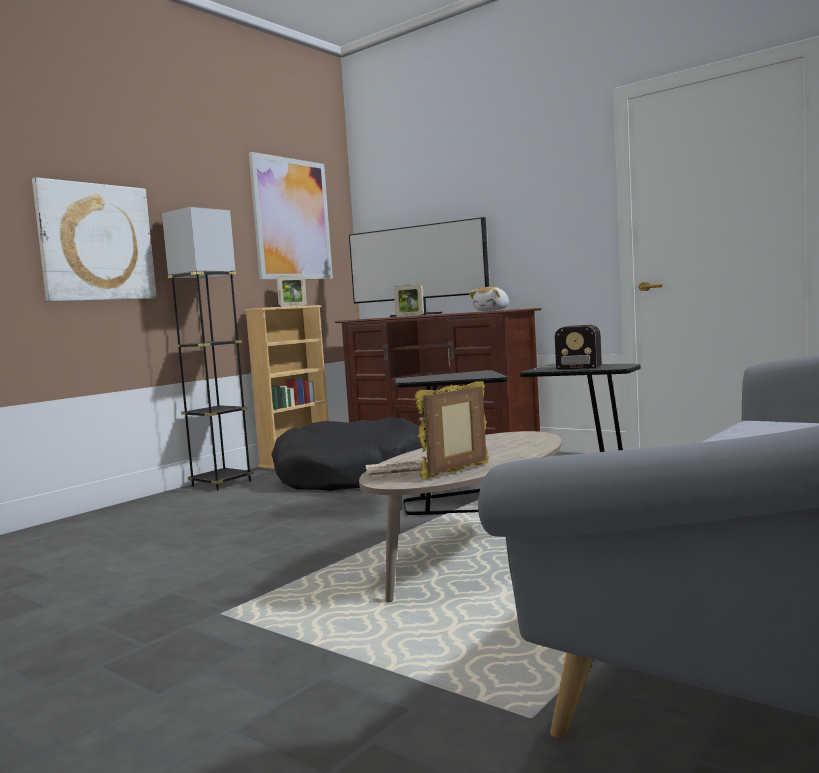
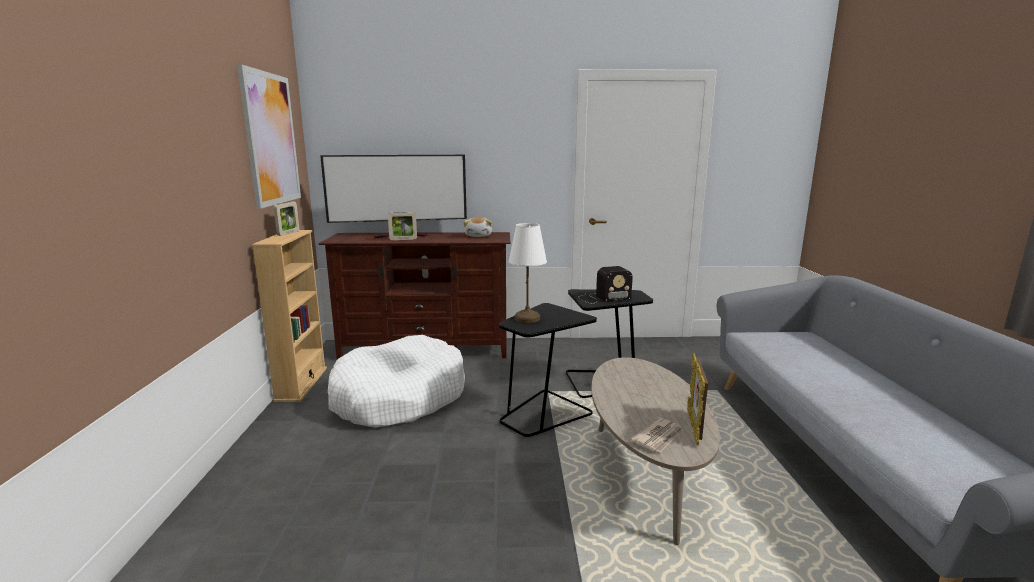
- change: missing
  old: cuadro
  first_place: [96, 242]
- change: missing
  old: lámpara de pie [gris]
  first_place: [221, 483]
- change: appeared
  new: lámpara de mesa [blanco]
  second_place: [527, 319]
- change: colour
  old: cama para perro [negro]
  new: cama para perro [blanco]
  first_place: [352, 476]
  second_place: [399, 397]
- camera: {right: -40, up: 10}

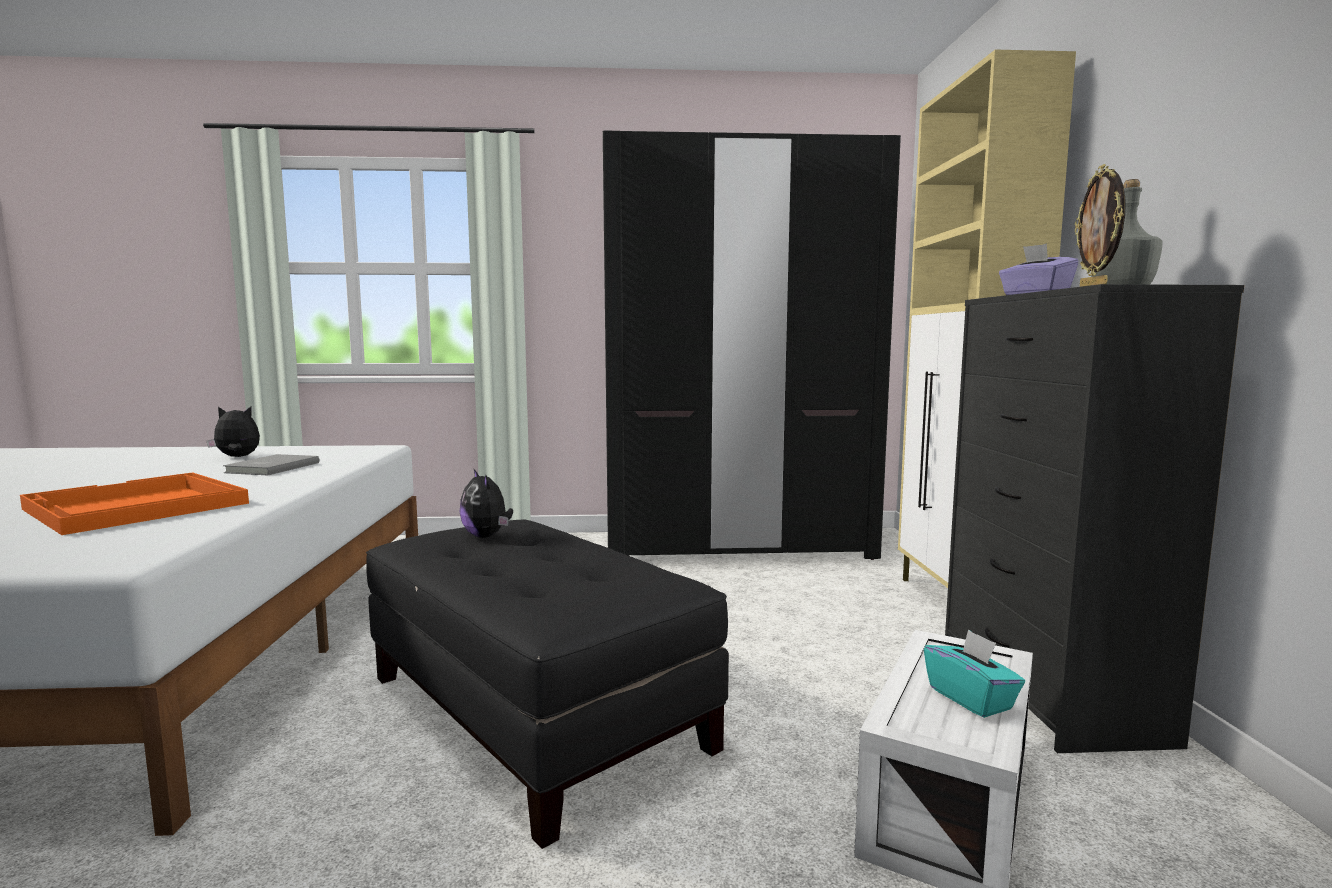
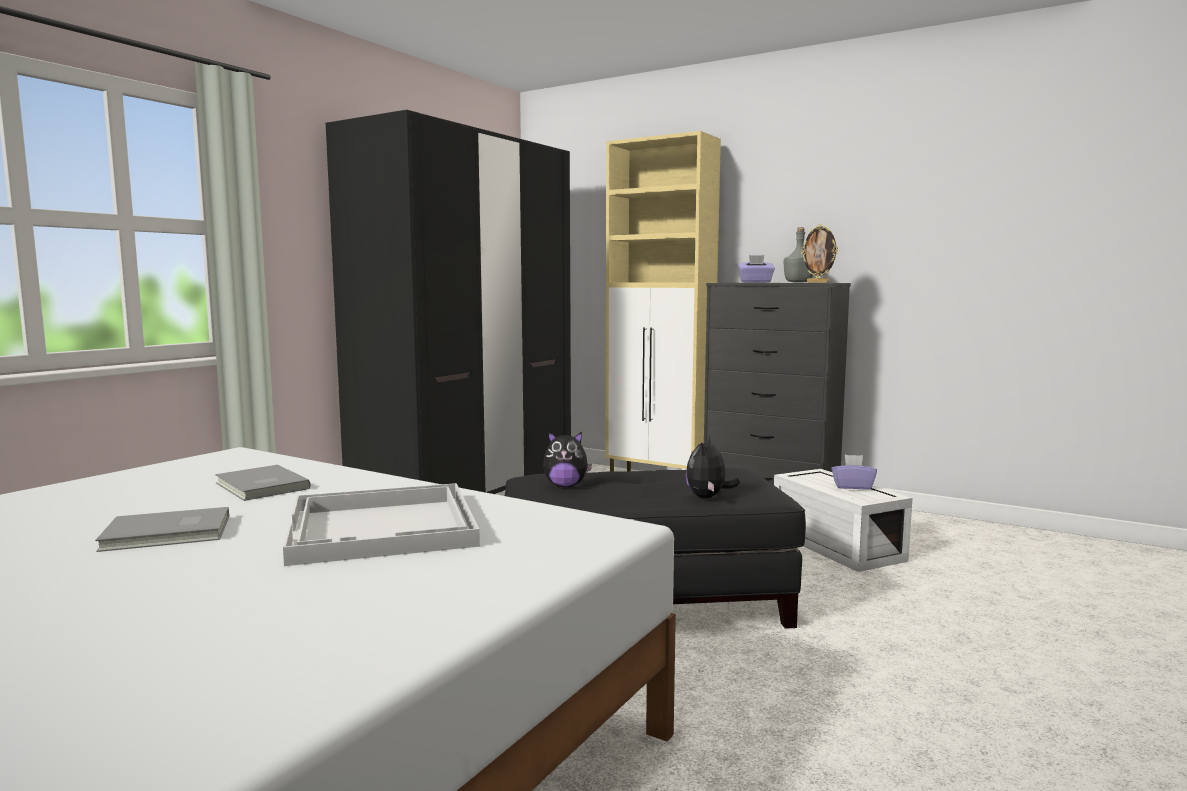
- change: appeared
  new: libro [gris]
  second_place: [169, 534]
- change: relocated
  old: peluche
  first_place: [237, 457]
  second_place: [708, 497]
- change: colour
  old: bandeja [naranja]
  new: bandeja [blanco]
  first_place: [136, 507]
  second_place: [384, 527]
- change: colour
  old: caja de pañuelos [turquesa]
  new: caja de pañuelos [morado]
  first_place: [971, 698]
  second_place: [852, 486]
- camera: {right: -55, up: 0}

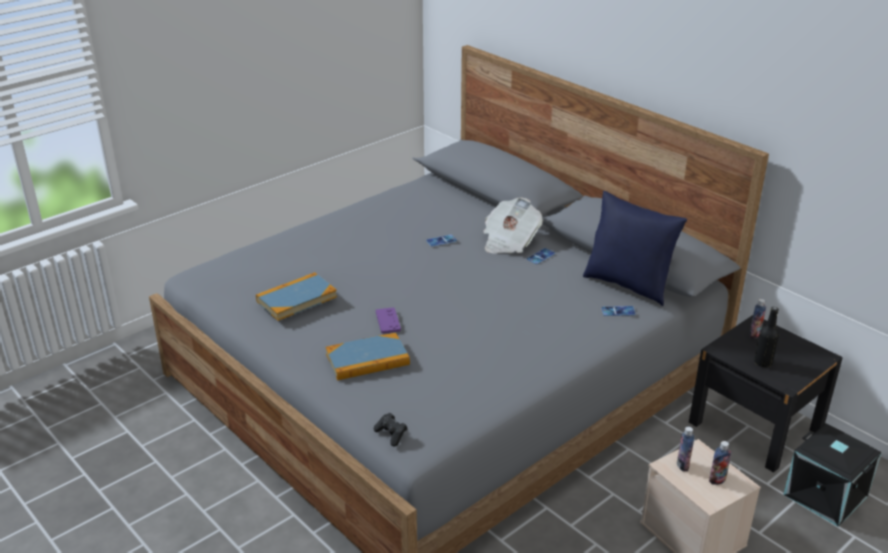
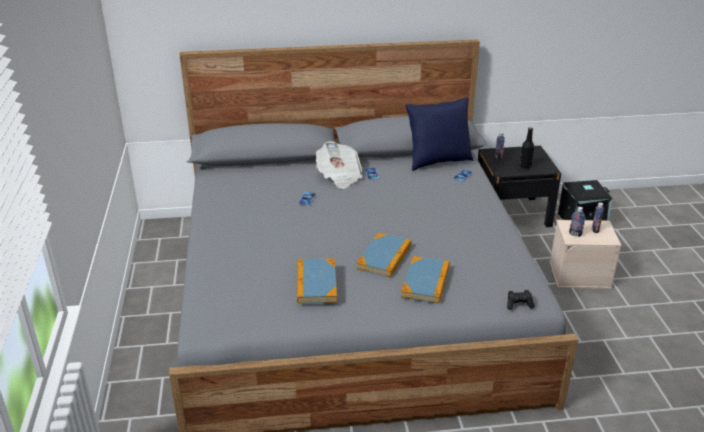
- change: exchanged
  old: mando de consola [morado]
  new: libro
  first_place: [388, 321]
  second_place: [384, 257]
- camera: {right: -55, up: 0}

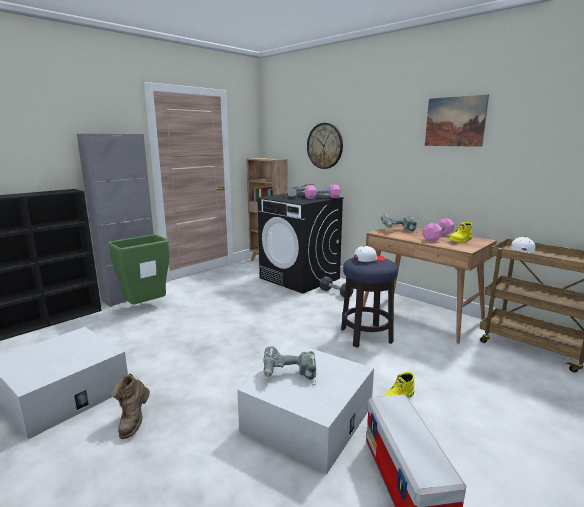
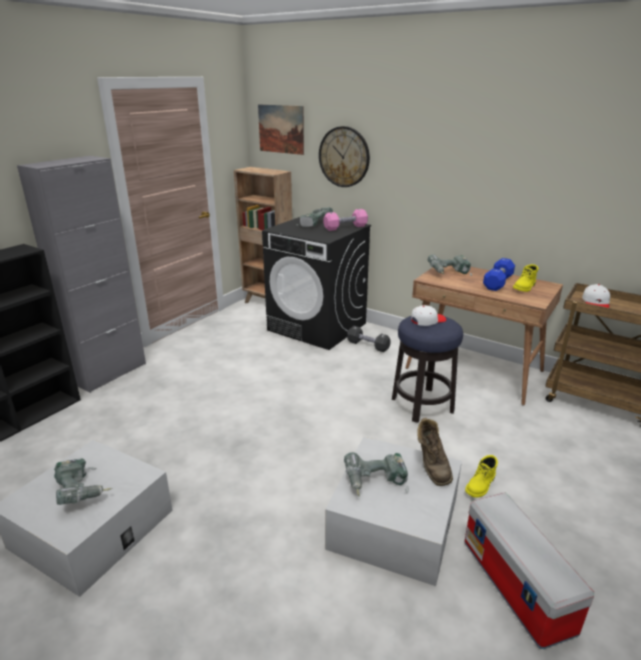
- change: missing
  old: papelera [verde]
  first_place: [146, 307]
- change: appeared
  new: taladro
  second_place: [82, 491]
- change: relocated
  old: bota [marrón]
  first_place: [134, 421]
  second_place: [432, 467]
- change: relocated
  old: cuadro
  first_place: [455, 121]
  second_place: [281, 129]
- change: colour
  old: mancuerna [rosa]
  new: mancuerna [azul]
  first_place: [437, 237]
  second_place: [497, 283]
- camera: {right: -10, up: 10}

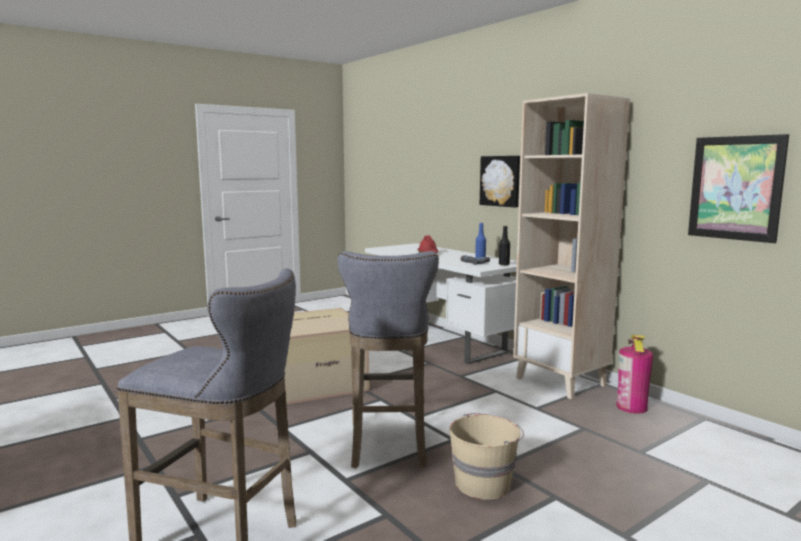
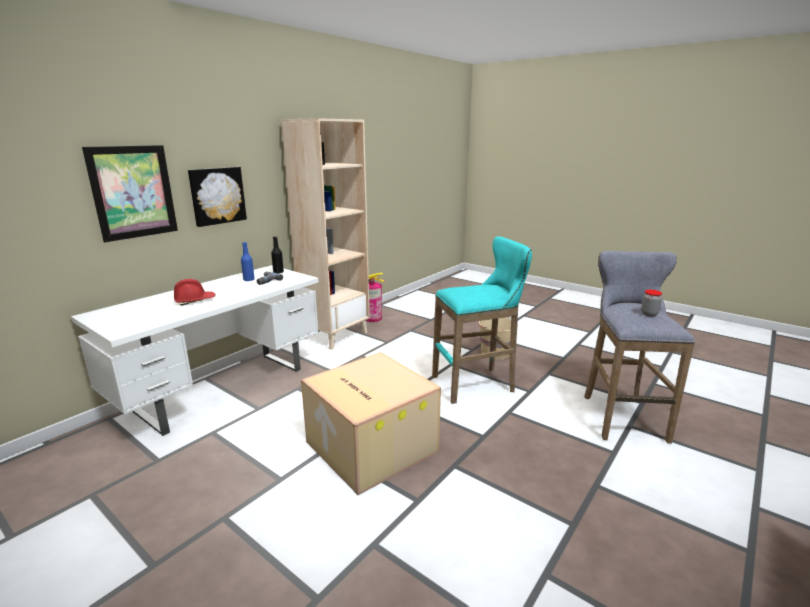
- change: appeared
  new: tarro
  second_place: [649, 314]
- change: relocated
  old: cuadro
  first_place: [735, 188]
  second_place: [133, 192]
- change: colour
  old: taburete [gris]
  new: taburete [turquesa]
  first_place: [388, 446]
  second_place: [477, 384]
- camera: {right: -105, up: 10}

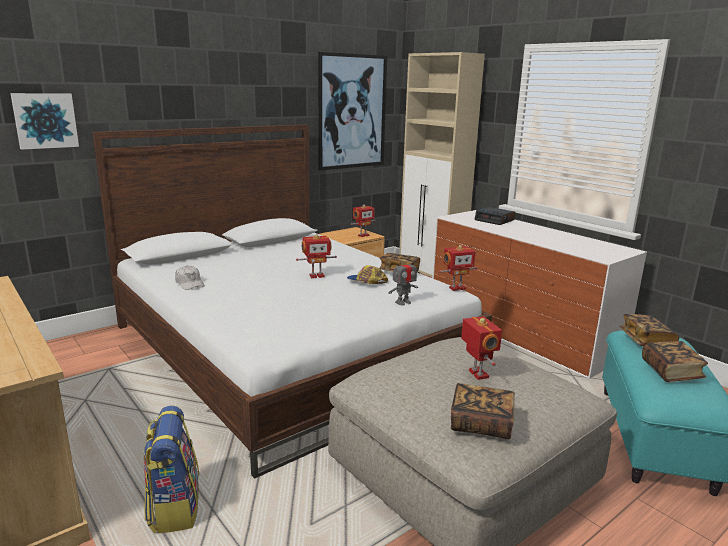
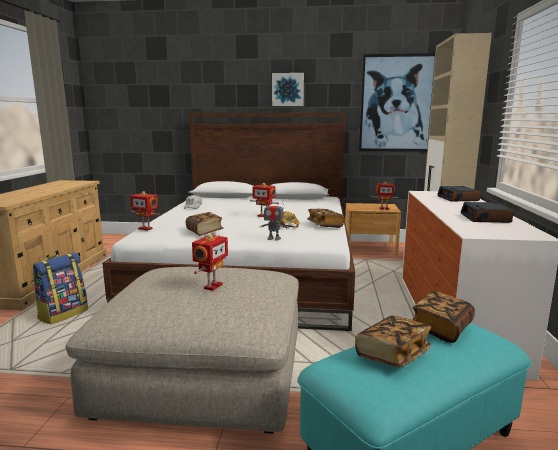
- change: appeared
  new: despertador
  second_place: [485, 218]
- change: relocated
  old: cuadro
  first_place: [45, 120]
  second_place: [288, 89]
- change: relocated
  old: robot de juguete
  first_place: [456, 288]
  second_place: [146, 228]
- change: relocated
  old: libro
  first_place: [481, 424]
  second_place: [204, 232]
- camera: {right: 45, up: -5}

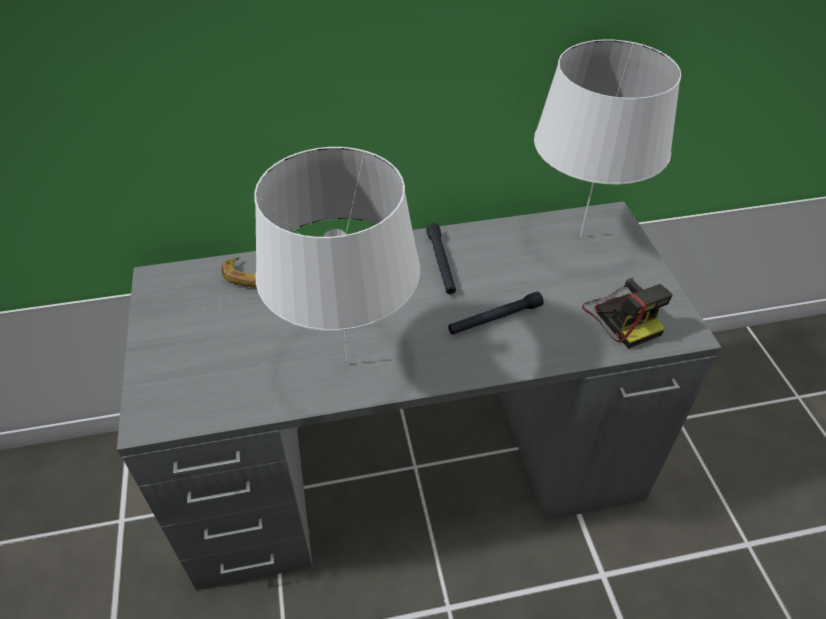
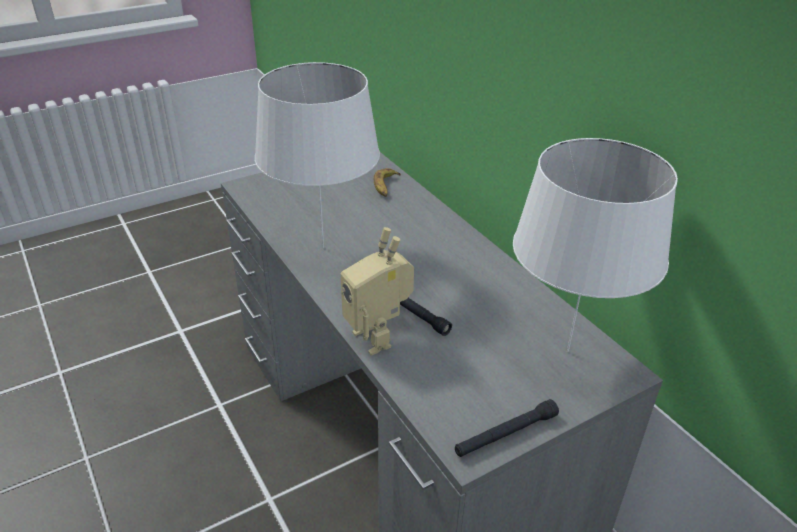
- change: missing
  old: cámara
  first_place: [622, 317]
- change: appeared
  new: robot de juguete
  second_place: [378, 337]
- change: relocated
  old: linterna [negro]
  first_place: [441, 263]
  second_place: [506, 434]
- camera: {right: 70, up: -10}

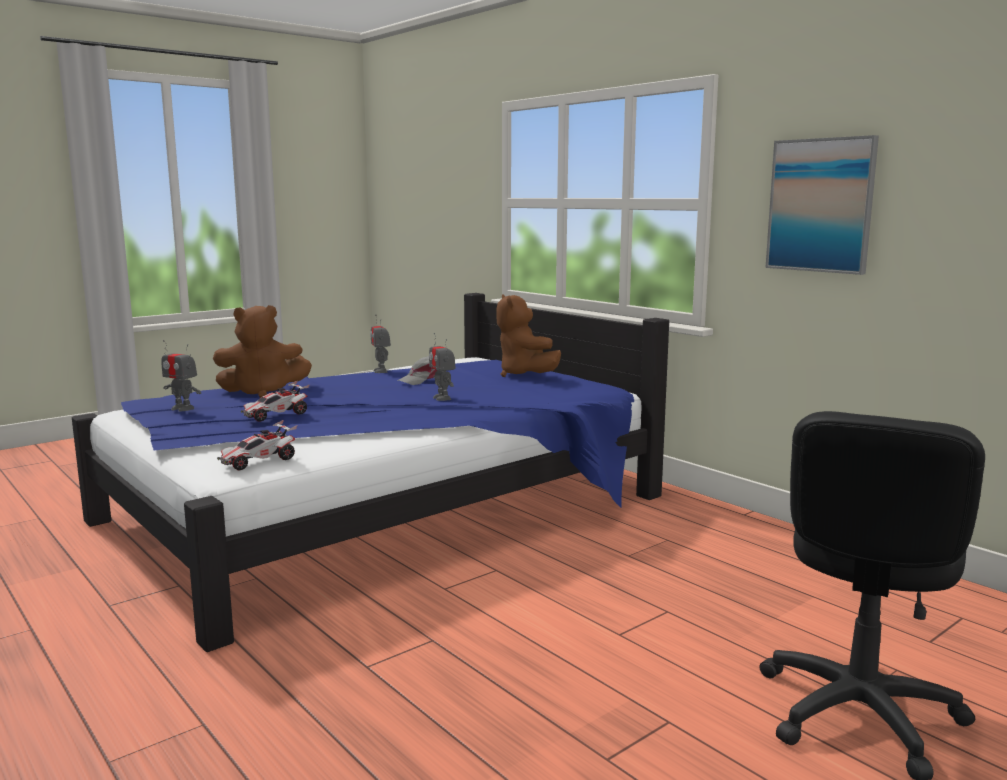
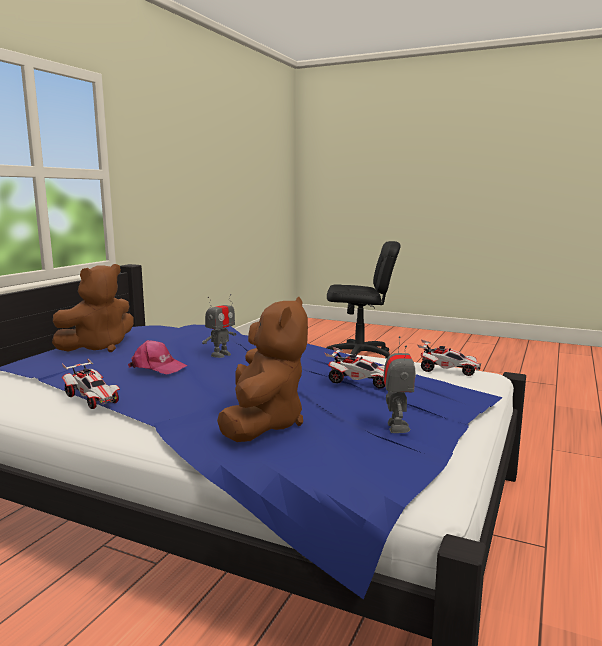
- change: missing
  old: cuadro
  first_place: [820, 205]
- change: exchanged
  old: robot de juguete
  new: coche de juguete
  first_place: [381, 371]
  second_place: [93, 399]
- change: colour
  old: gorra [gris]
  new: gorra [rosa]
  first_place: [422, 380]
  second_place: [158, 367]
- change: spun
  old: peluche [marrón]
  first_place: [262, 392]
  second_place: [263, 424]
  degrees: 45
- camera: {right: -115, up: 0}

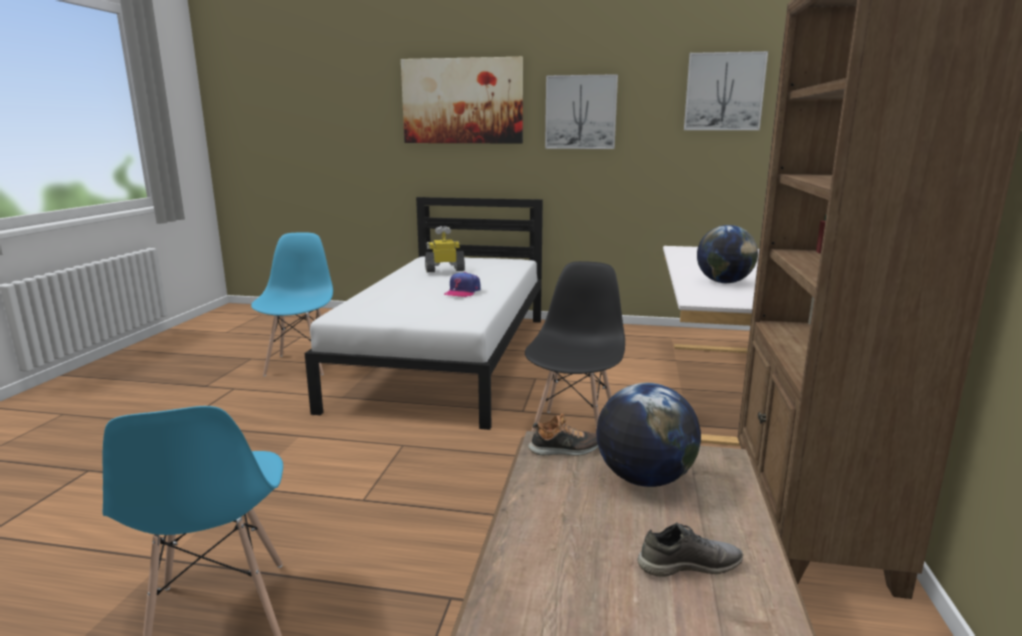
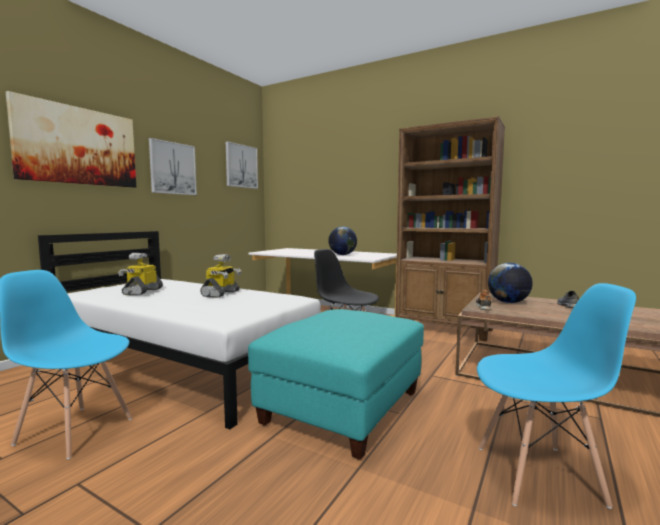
- change: appeared
  new: puf [turquesa]
  second_place: [343, 407]
- change: exchanged
  old: gorra
  new: robot de juguete
  first_place: [462, 292]
  second_place: [221, 294]
- camera: {right: -70, up: -10}

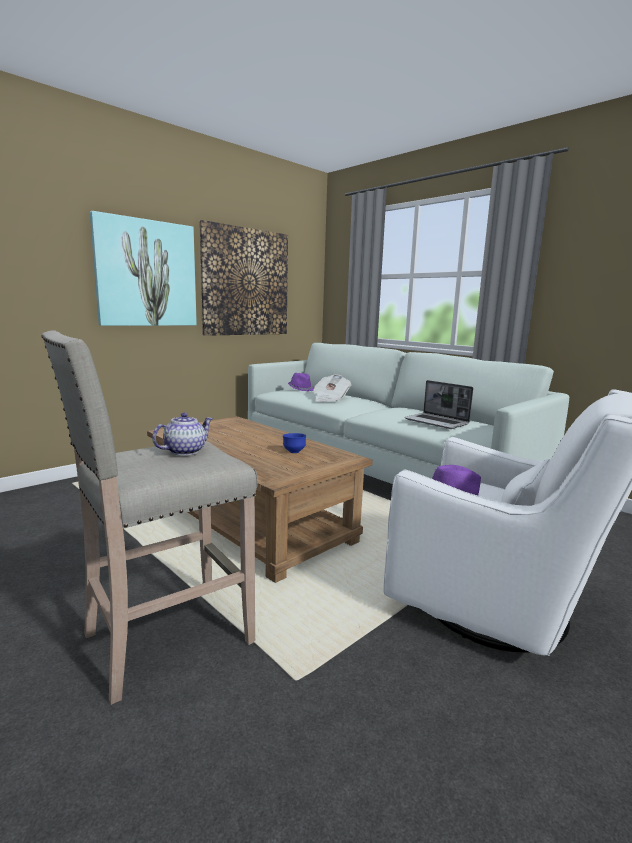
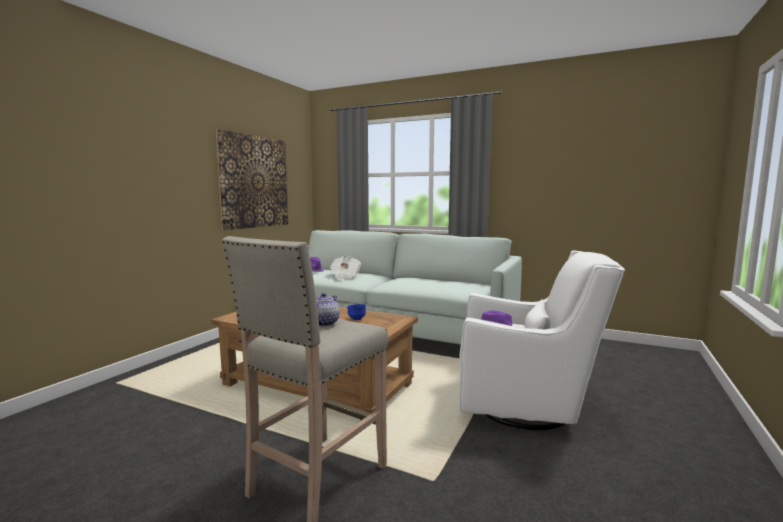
- change: missing
  old: cuadro
  first_place: [146, 274]
- change: missing
  old: portátil
  first_place: [437, 422]
- camera: {right: -20, up: -5}

